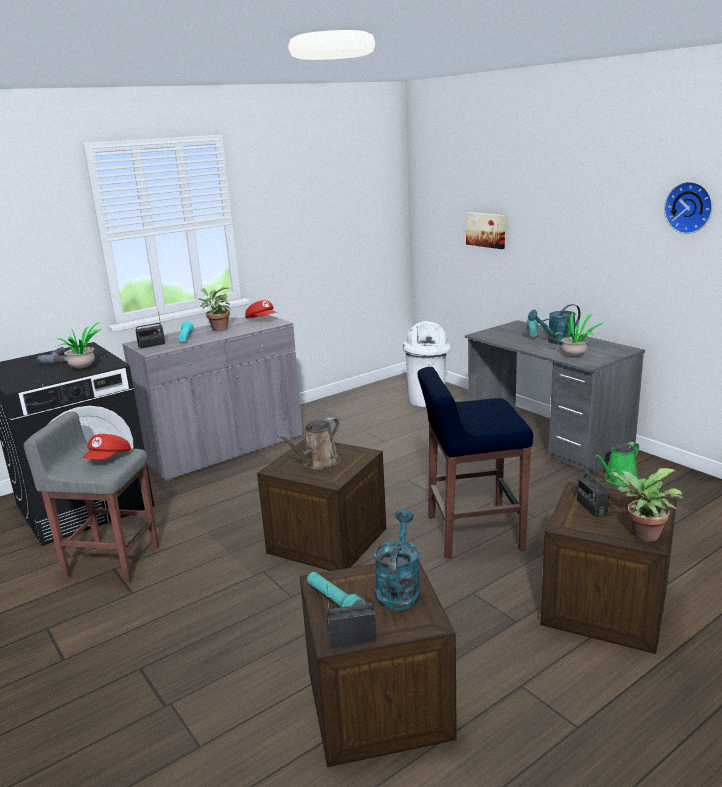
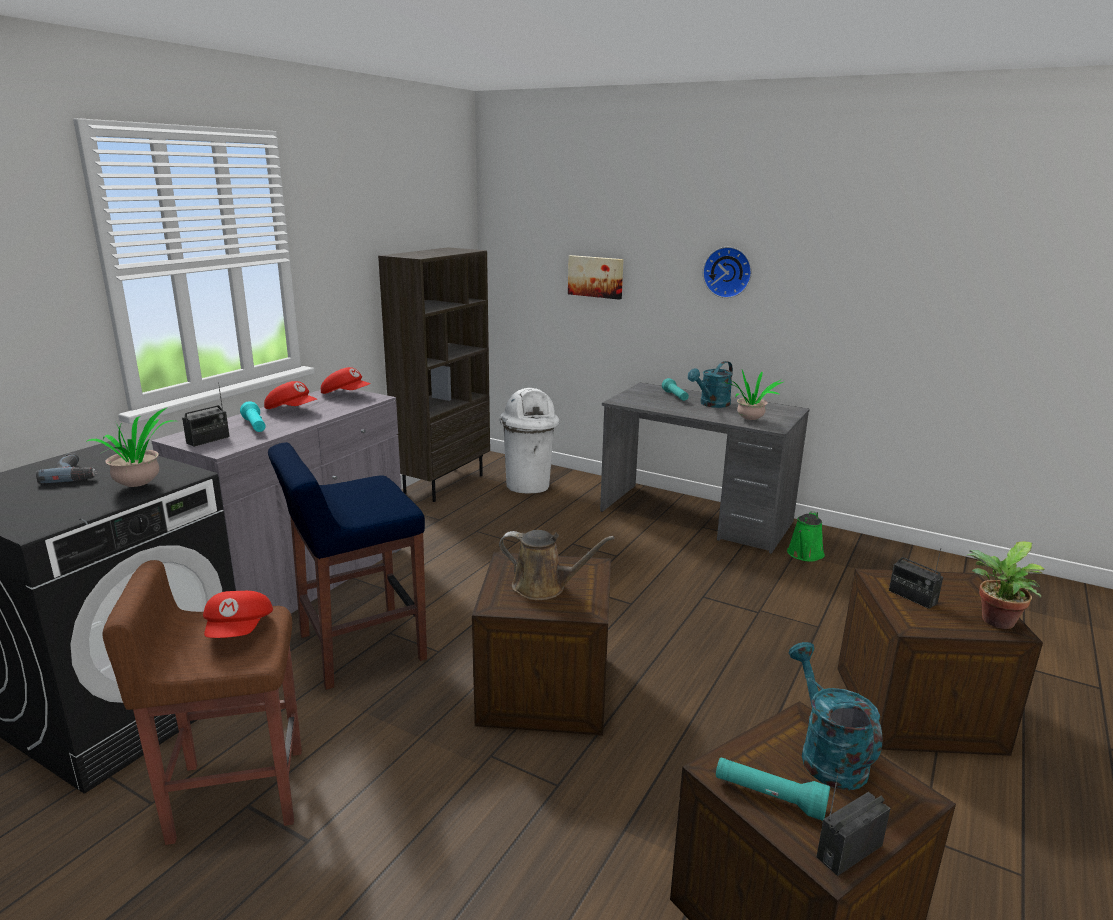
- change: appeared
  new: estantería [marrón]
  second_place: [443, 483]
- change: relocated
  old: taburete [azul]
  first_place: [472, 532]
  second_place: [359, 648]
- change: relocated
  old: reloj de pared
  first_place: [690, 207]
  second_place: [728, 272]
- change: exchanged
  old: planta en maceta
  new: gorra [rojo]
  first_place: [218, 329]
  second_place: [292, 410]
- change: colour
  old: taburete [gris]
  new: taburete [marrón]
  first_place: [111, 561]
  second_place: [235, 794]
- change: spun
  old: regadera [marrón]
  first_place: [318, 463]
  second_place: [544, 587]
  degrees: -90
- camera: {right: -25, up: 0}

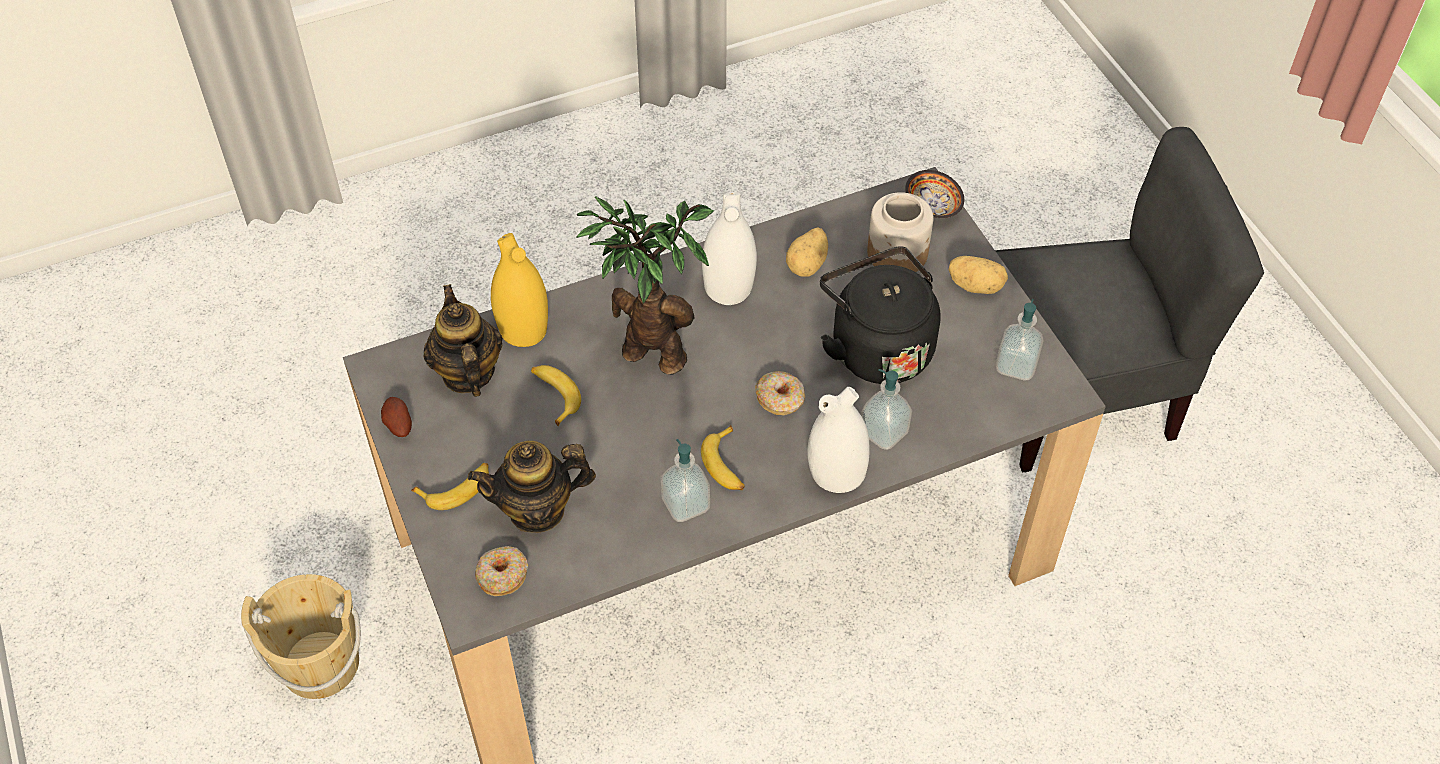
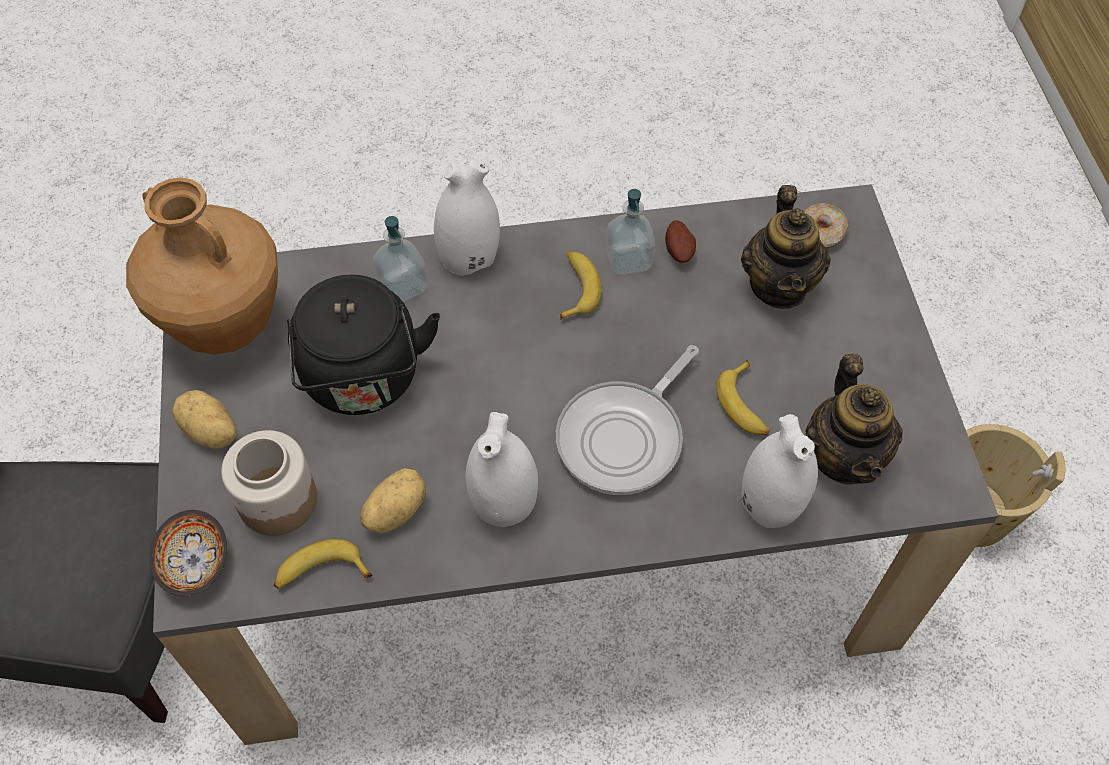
- change: missing
  old: rosquilla
  first_place: [780, 399]
- change: relocated
  old: patata
  first_place: [398, 425]
  second_place: [679, 251]
- change: relocated
  old: plátano
  first_place: [456, 489]
  second_place: [320, 573]
- change: exchanged
  old: planta en maceta
  new: sartén
  first_place: [649, 350]
  second_place: [625, 437]
- change: exchanged
  old: dispensador de jabón
  new: florero [marrón]
  first_place: [1016, 365]
  second_place: [227, 325]
- change: colour
  old: florero [amarillo]
  new: florero [blanco]
  first_place: [523, 328]
  second_place: [771, 503]
- change: spun
  old: tetera
  first_place: [537, 510]
  second_place: [779, 286]
  degrees: 90
- camera: {right: -165, up: 5}

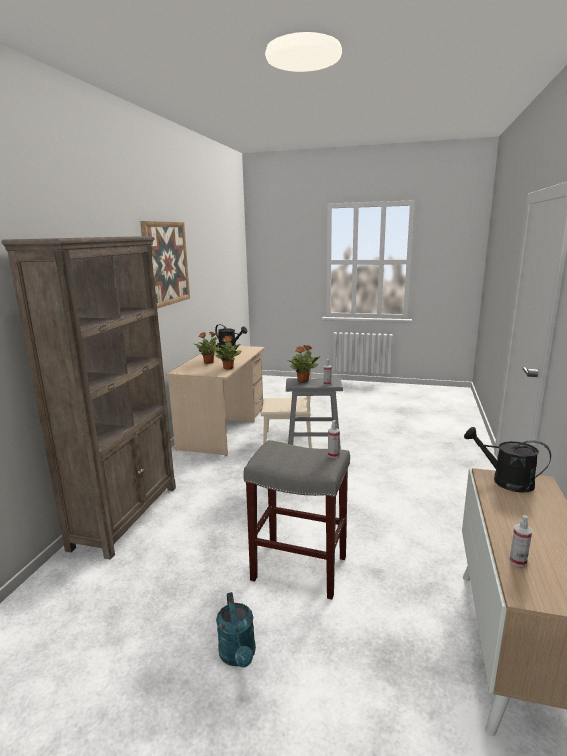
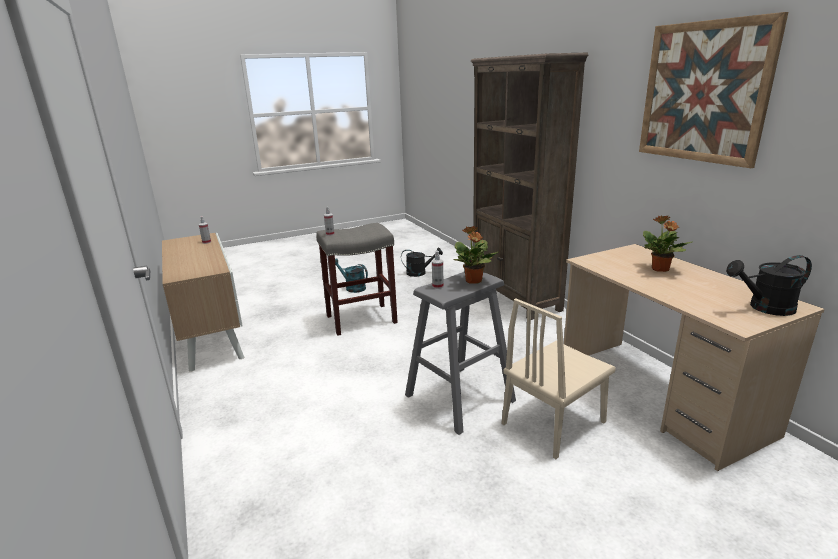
- change: missing
  old: planta en maceta
  first_place: [228, 368]
- change: relocated
  old: regadera [negro]
  first_place: [505, 480]
  second_place: [420, 273]
- camera: {right: 140, up: 5}

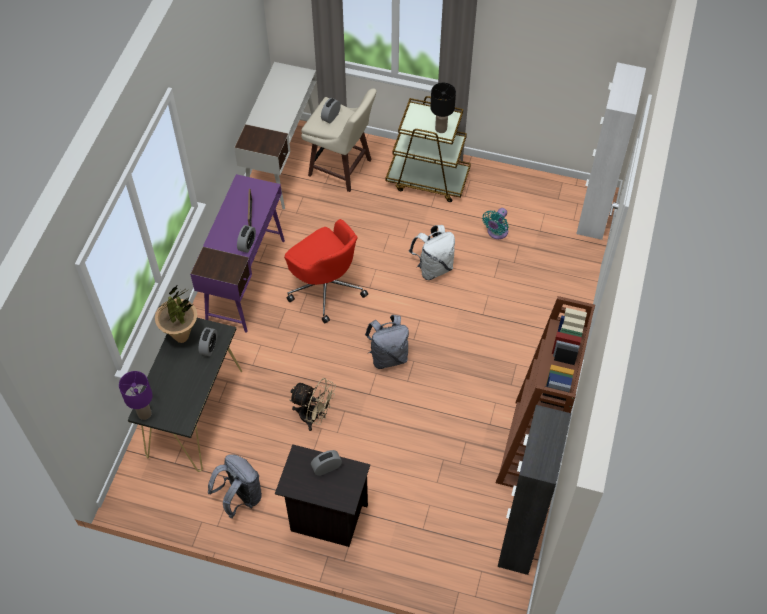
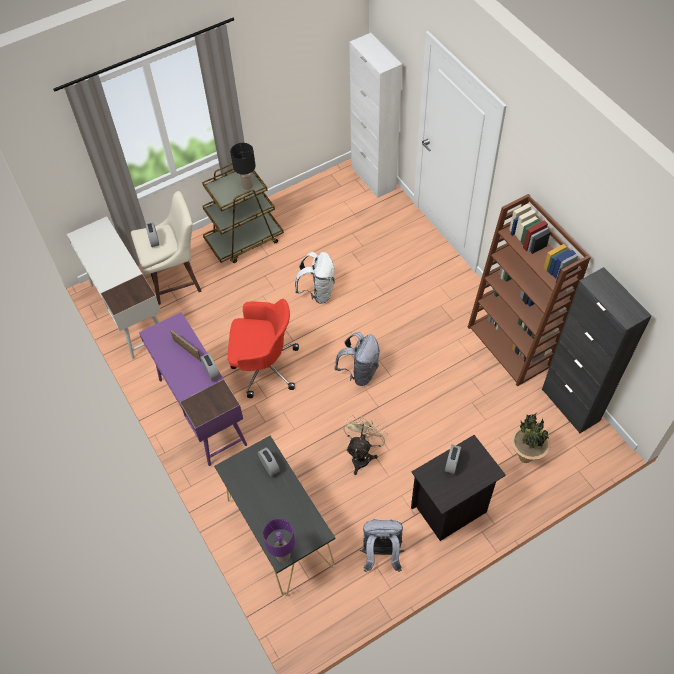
- change: missing
  old: ventilador [turquesa]
  first_place: [496, 232]
- change: relocated
  old: planta en maceta
  first_place: [182, 337]
  second_place: [525, 457]
- change: spun
  old: ventilador [beis]
  first_place: [314, 417]
  second_place: [362, 455]
  degrees: -45
- camera: {right: -45, up: 0}

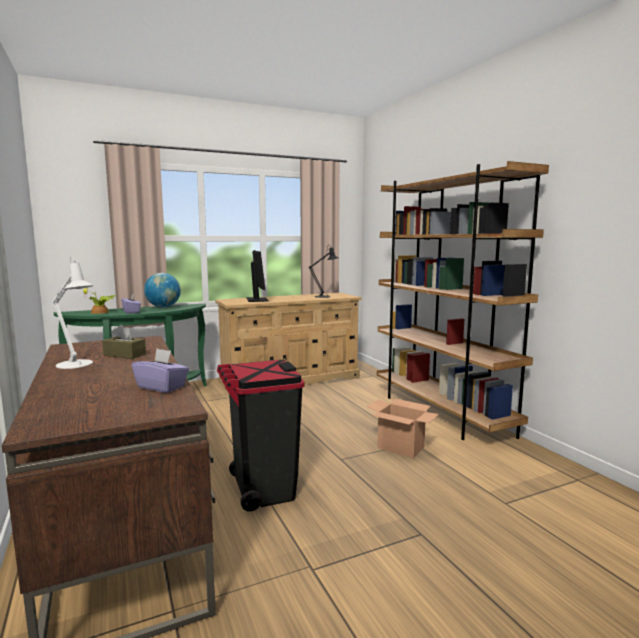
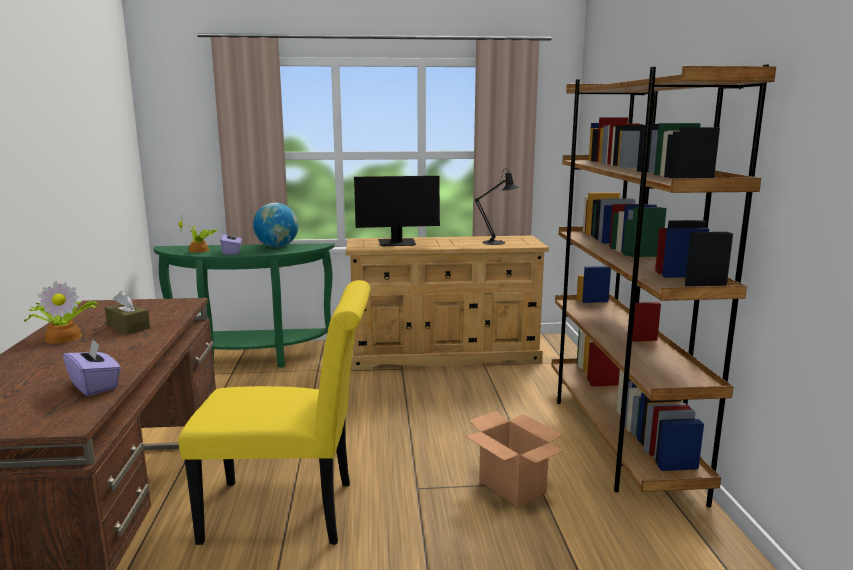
- change: exchanged
  old: lámpara de mesa [blanco]
  new: planta en maceta
  first_place: [77, 365]
  second_place: [64, 337]
- change: exchanged
  old: papelera [negro]
  new: silla [amarillo]
  first_place: [263, 489]
  second_place: [291, 512]
- change: spun
  old: monitor
  first_place: [257, 300]
  second_place: [397, 243]
  degrees: 75
- camera: {right: 20, up: 5}

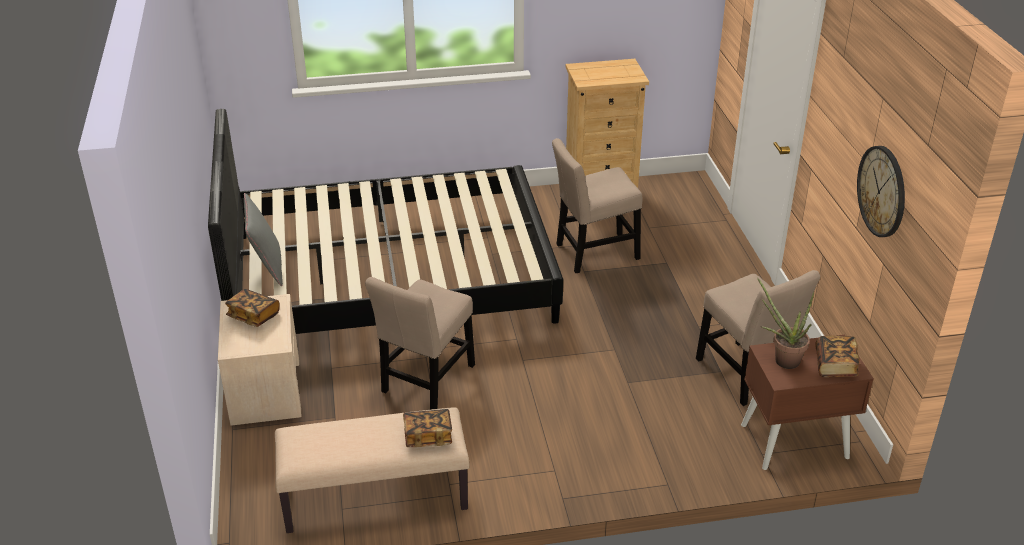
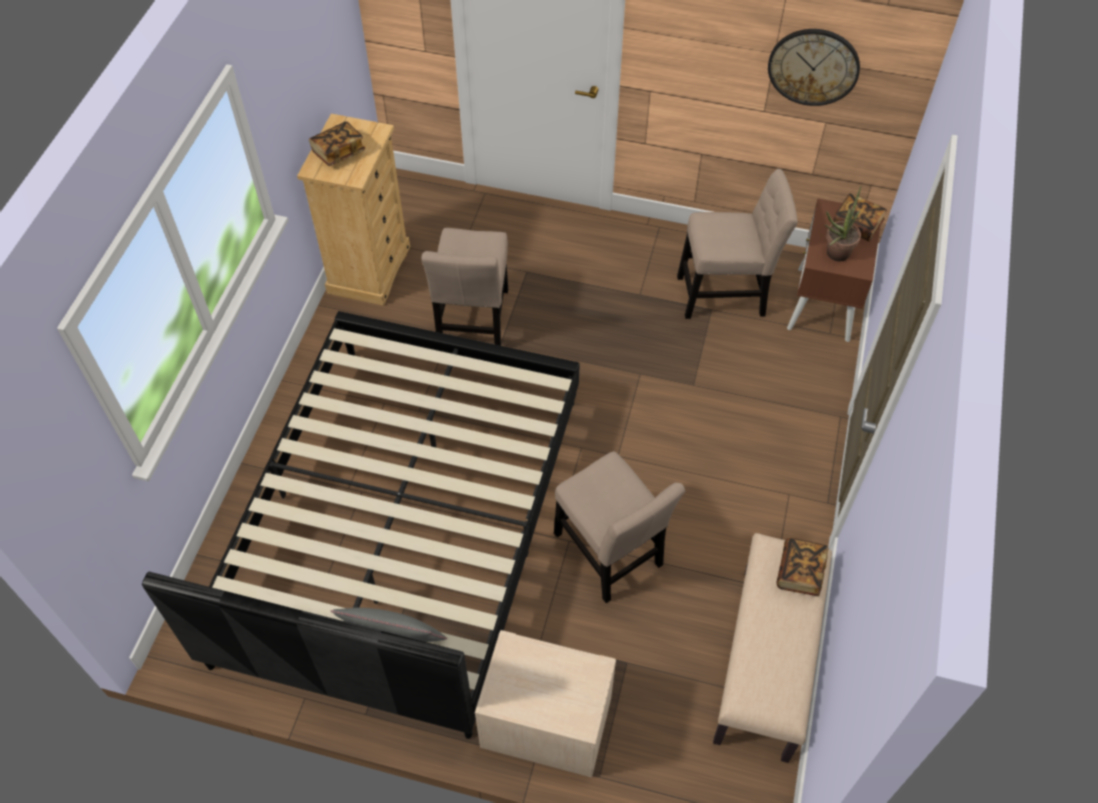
- change: relocated
  old: libro
  first_place: [253, 316]
  second_place: [338, 152]
- camera: {right: -65, up: 20}

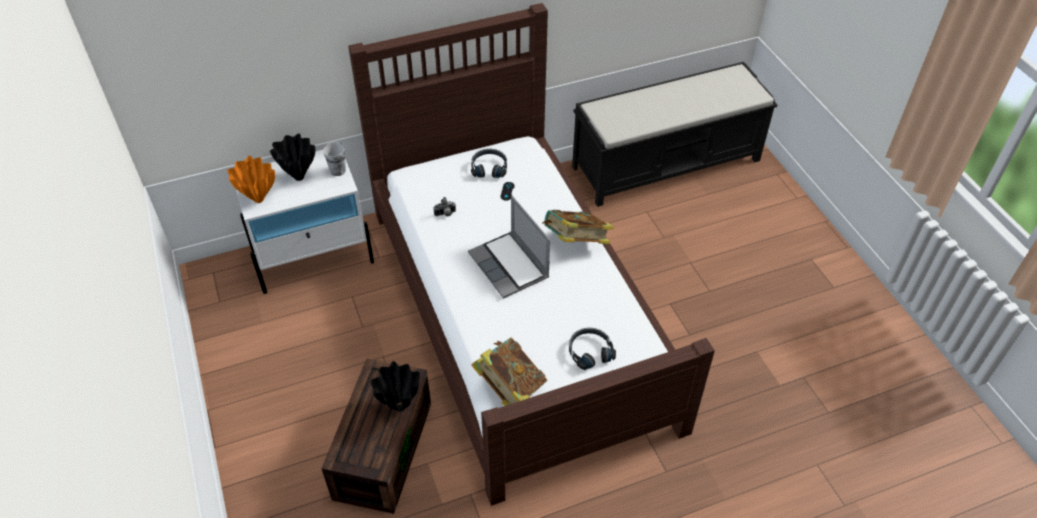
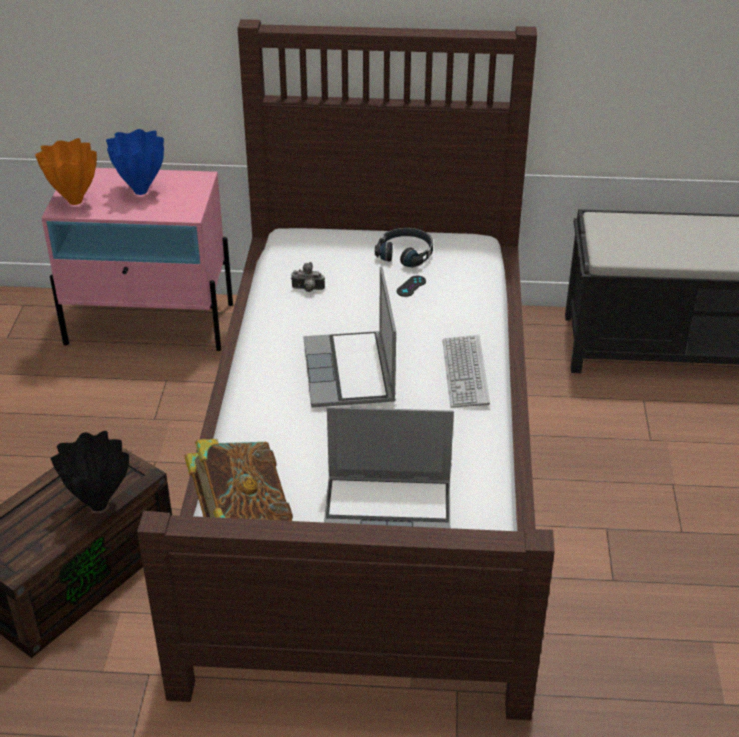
- change: missing
  old: taza
  first_place: [338, 170]
- change: exchanged
  old: libro
  new: teclado
  first_place: [575, 243]
  second_place: [465, 372]
- change: exchanged
  old: auriculares [negro]
  new: portátil
  first_place: [590, 351]
  second_place: [389, 512]
- change: colour
  old: mesita de noche [blanco]
  new: mesita de noche [rosa]
  first_place: [314, 258]
  second_place: [151, 324]
- change: colour
  old: florero [negro]
  new: florero [azul]
  first_place: [299, 176]
  second_place: [141, 191]
- camera: {right: 25, up: -10}

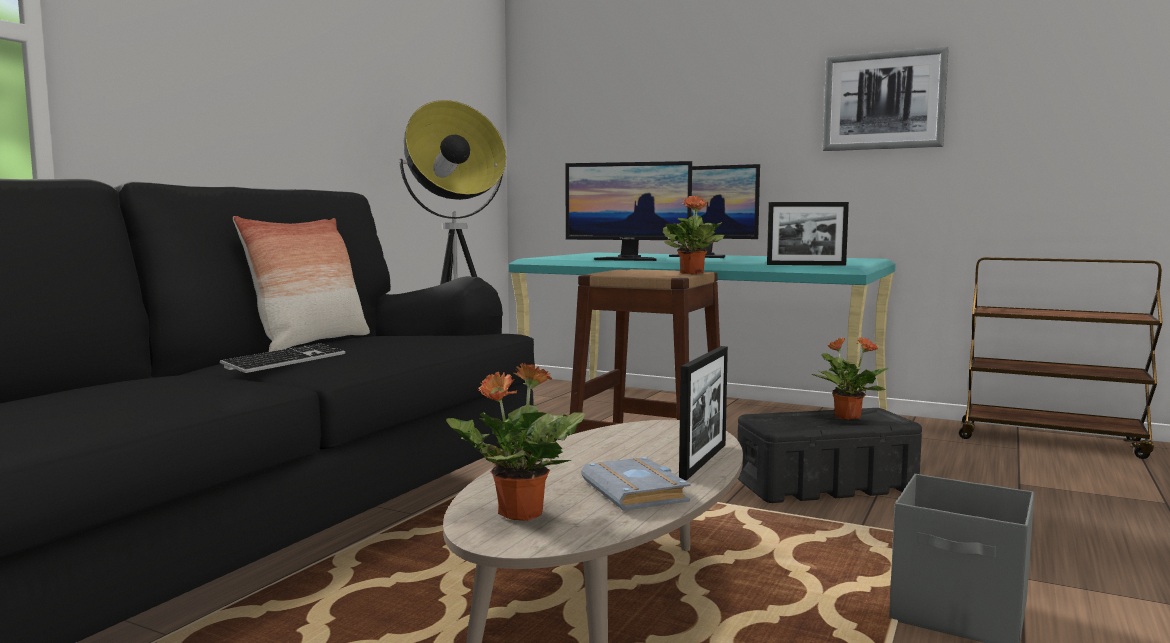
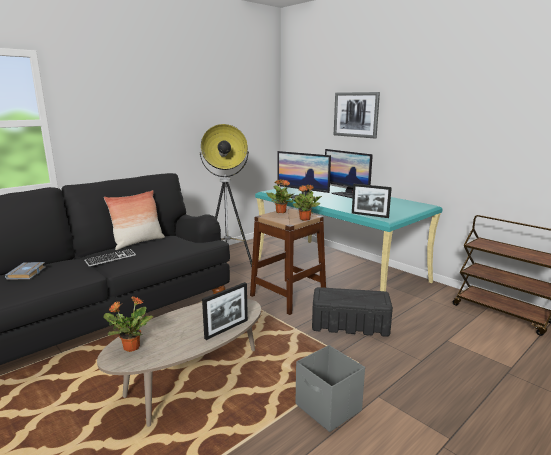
- change: relocated
  old: libro [gris]
  first_place: [638, 492]
  second_place: [27, 273]
- change: relocated
  old: planta en maceta
  first_place: [846, 416]
  second_place: [280, 212]
- change: relocated
  old: cuadro
  first_place: [883, 101]
  second_place: [356, 114]
- camera: {right: 20, up: 10}

